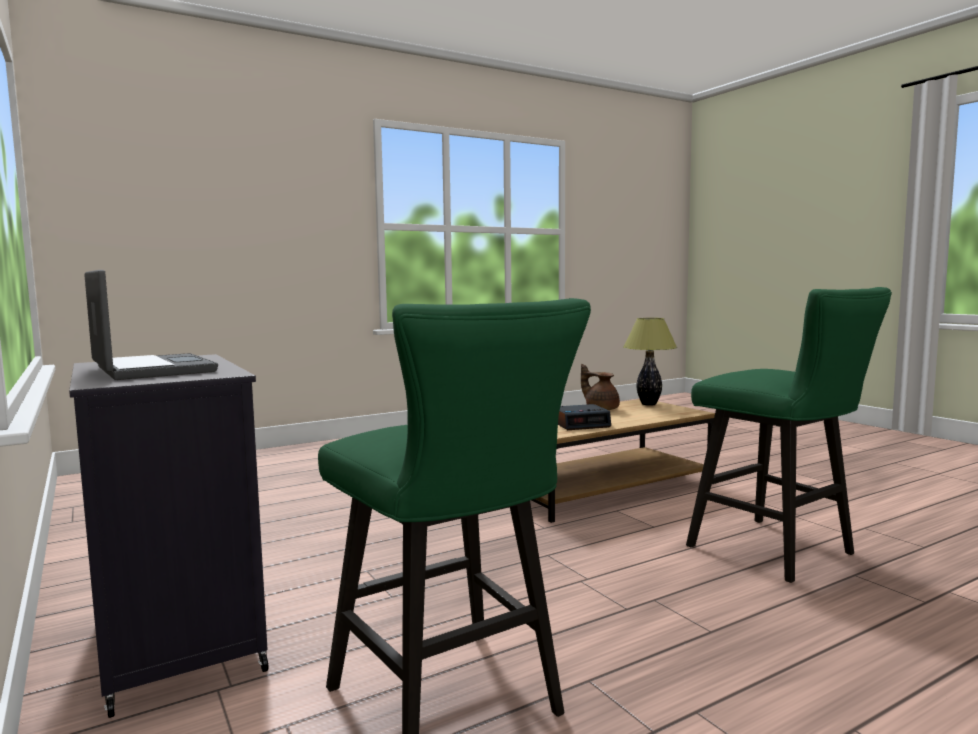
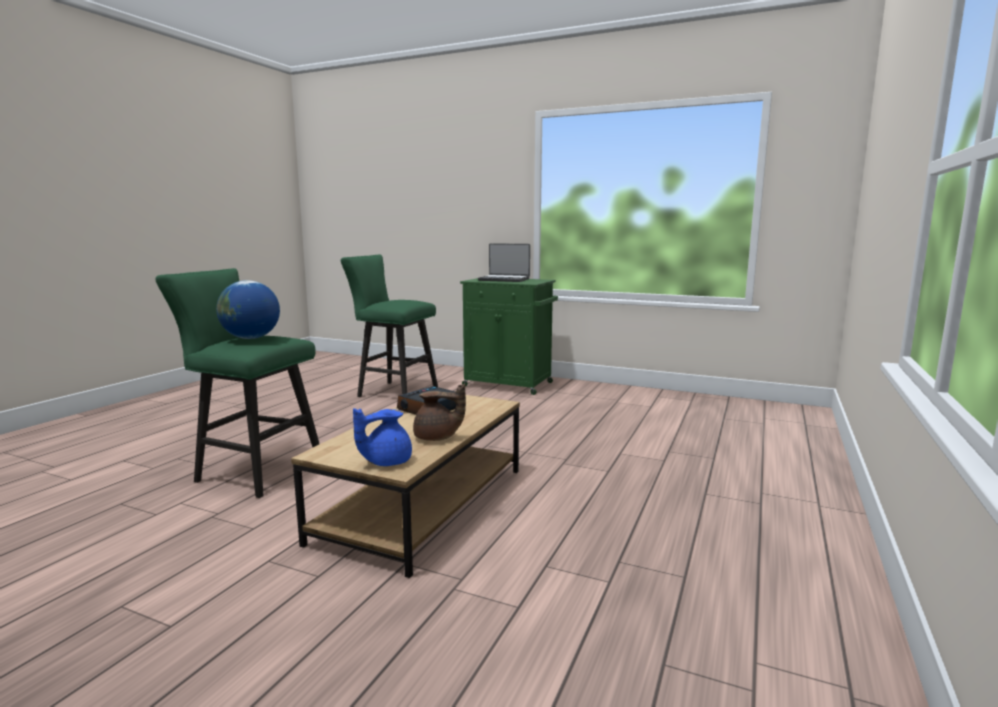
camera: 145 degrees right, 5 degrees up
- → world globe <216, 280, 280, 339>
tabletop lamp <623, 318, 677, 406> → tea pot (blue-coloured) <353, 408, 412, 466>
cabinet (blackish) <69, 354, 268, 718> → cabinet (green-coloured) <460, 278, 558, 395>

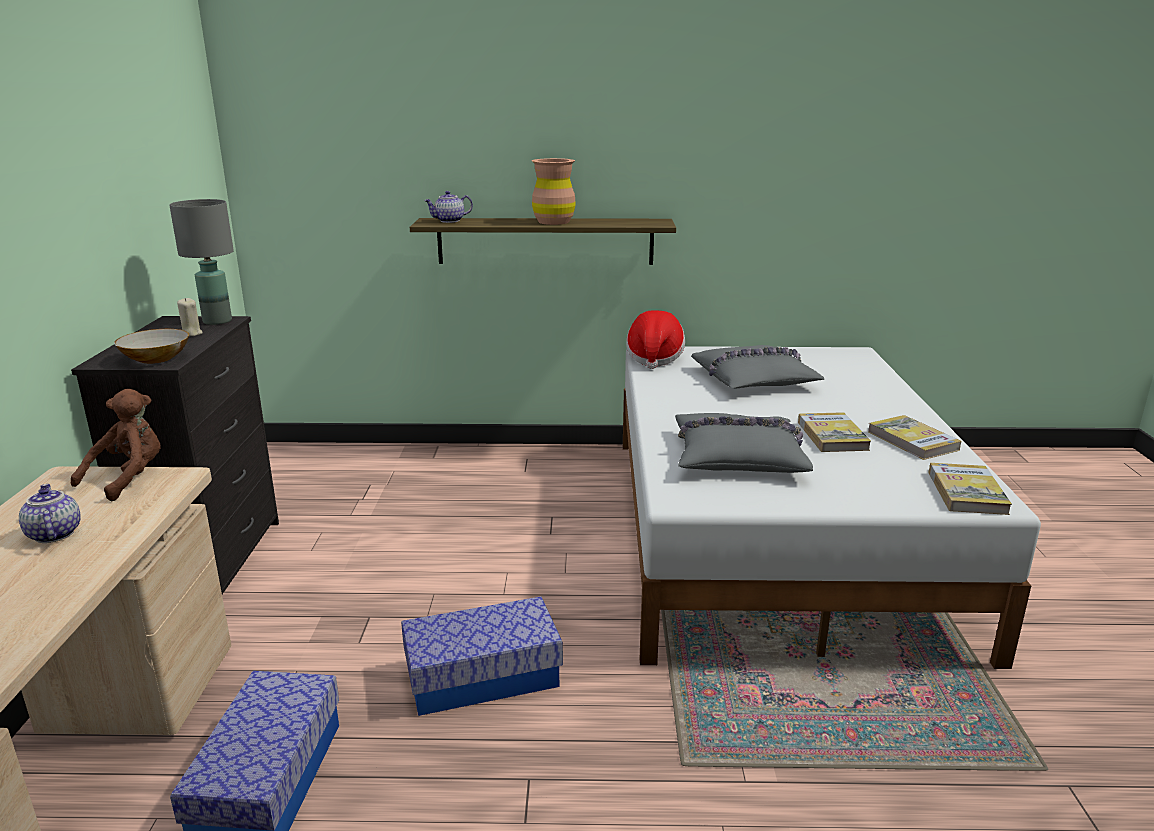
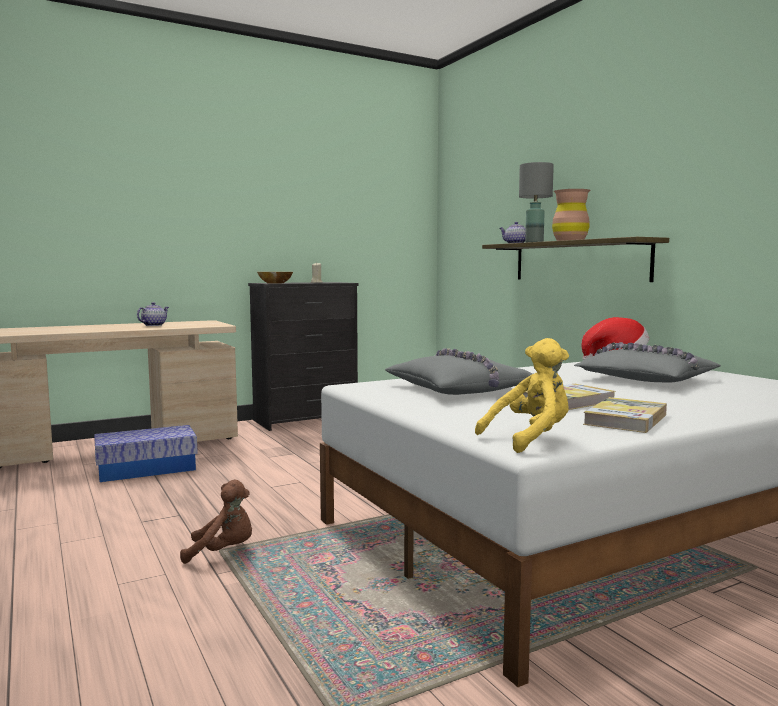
camera: 60 degrees right, 15 degrees down
storage bin <401, 597, 563, 716> → -
soft toy (brown-coloured) <71, 389, 161, 501> → soft toy (brown-coloured) <180, 480, 252, 564>, shifted
tabletop lamp (gray) <169, 199, 234, 325> → tabletop lamp (gray) <519, 162, 554, 242>, shifted
bound book <928, 463, 1012, 515> → soft toy (yellow-coloured) <475, 338, 569, 453>

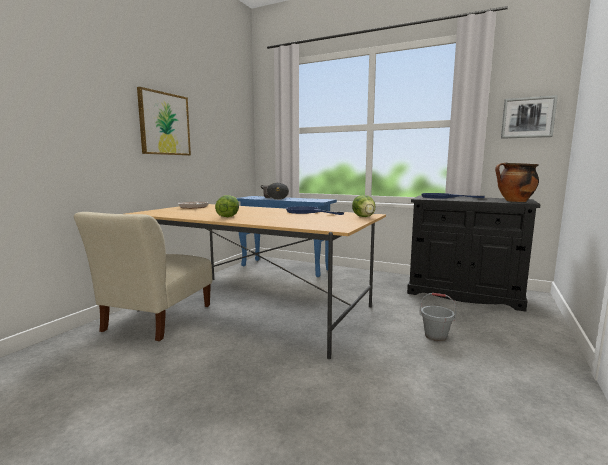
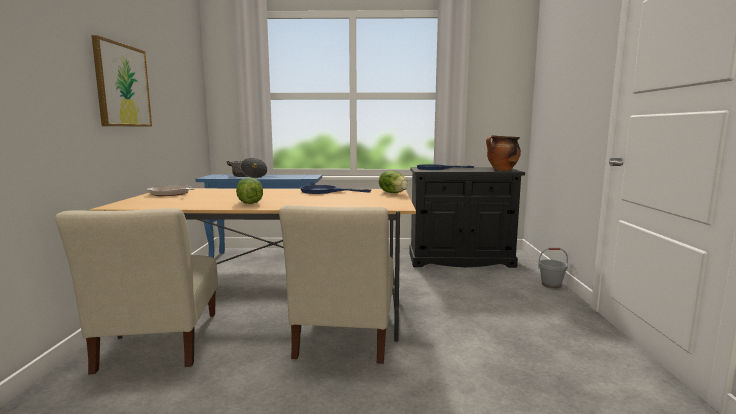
camera: 25 degrees left, 0 degrees up
wall art <501, 95, 558, 139> → -
- → chair (beige-coloured) <279, 205, 393, 364>
bucket (gray) <419, 293, 457, 341> → bucket (gray) <538, 248, 568, 288>, shifted

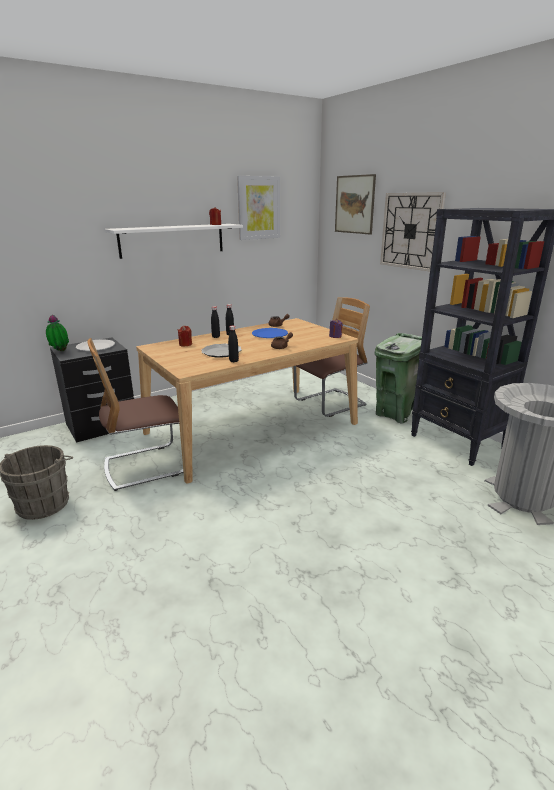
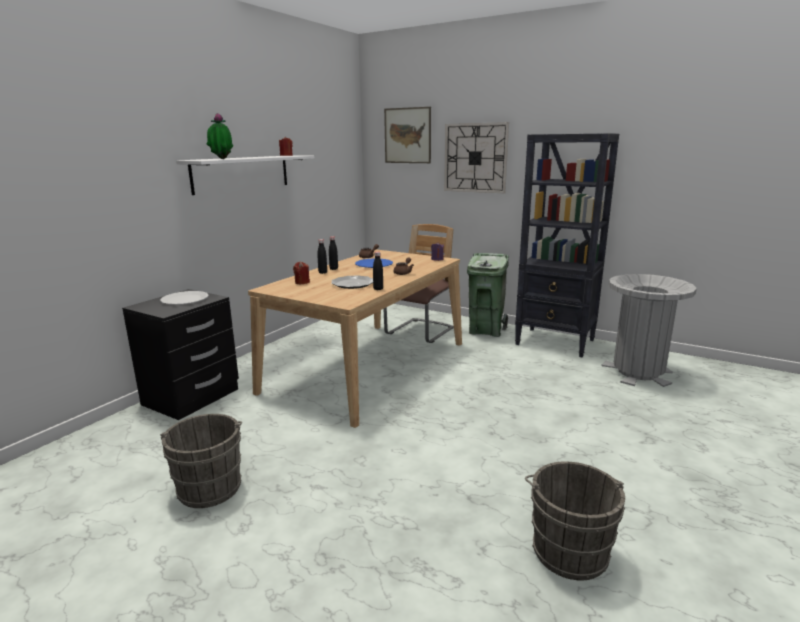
camera: 25 degrees left, 5 degrees down
chair <88, 338, 184, 491> → -
wall art <237, 176, 280, 240> → -
- → bucket (gray) <525, 461, 625, 581>
houseplant <46, 315, 69, 351> → houseplant <207, 113, 233, 159>, shifted

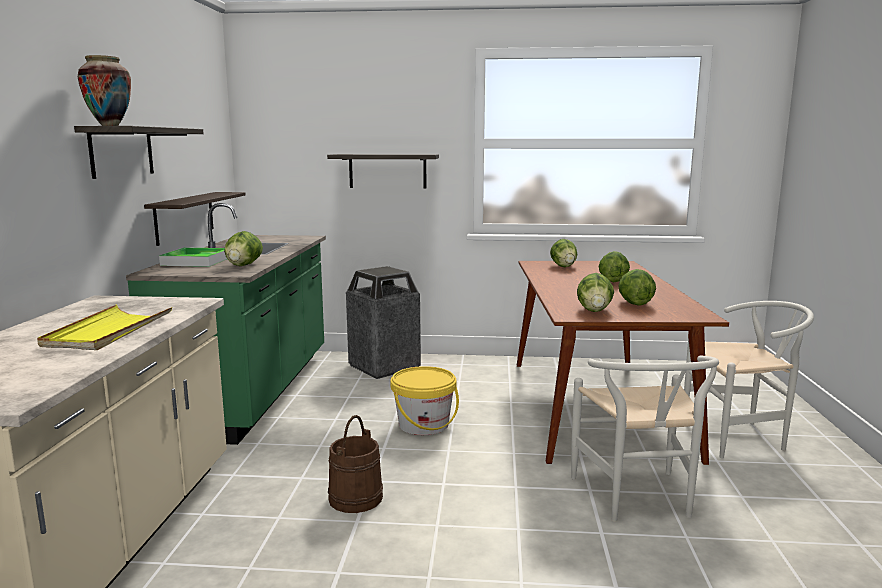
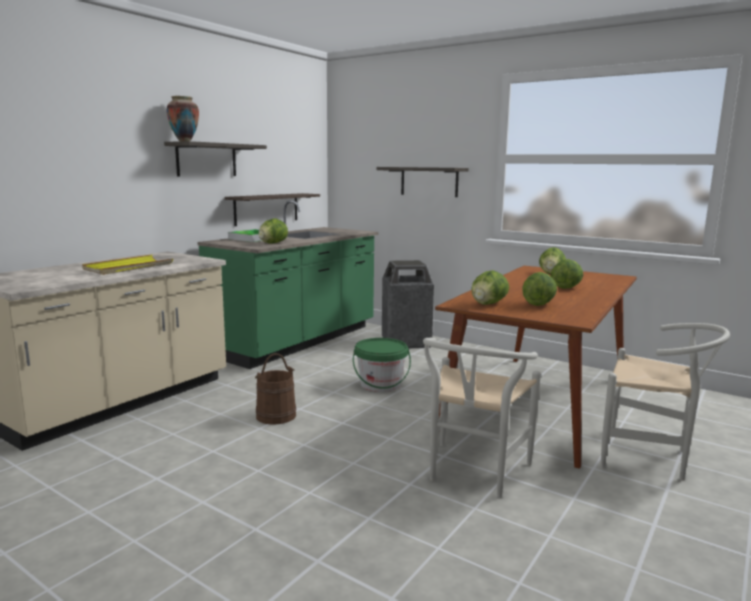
camera: 30 degrees right, 0 degrees up
bucket (yellow-coloured) <391, 366, 459, 435> → bucket (green-coloured) <353, 338, 411, 392>

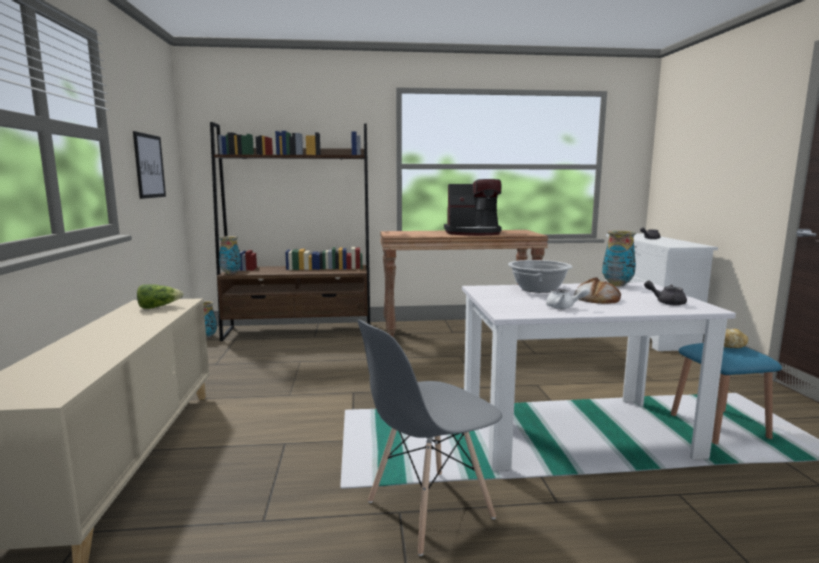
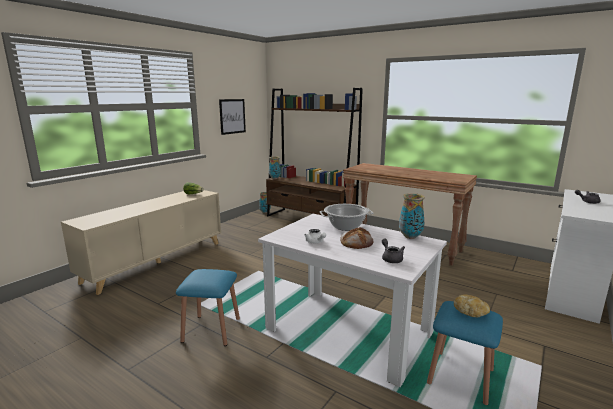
camera: 40 degrees right, 5 degrees up
coffee maker <444, 179, 502, 236> → -
chair (gray) <358, 320, 502, 556> → stool (blue-coloured) <176, 269, 240, 346>

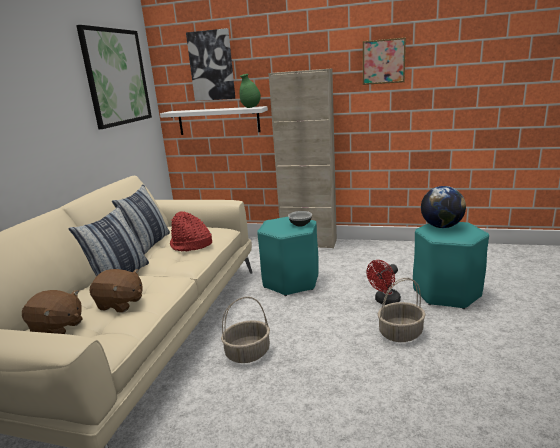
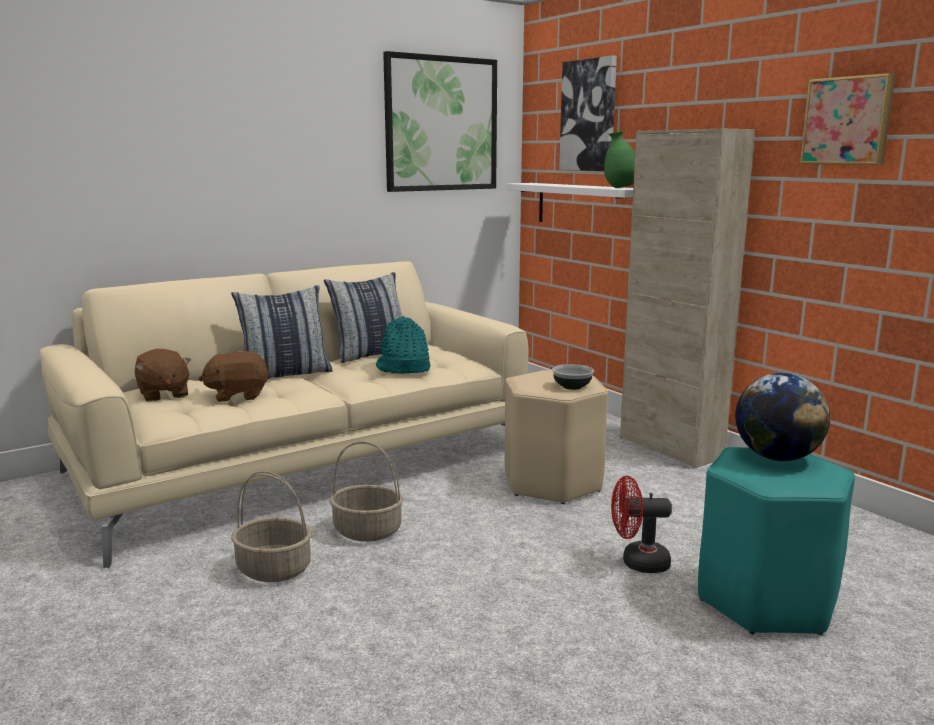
camera: 40 degrees right, 5 degrees down
household basket <378, 278, 426, 342> → household basket <231, 471, 312, 582>, shifted
clothing hat (red-coloured) <170, 211, 212, 251> → clothing hat (turquoise-coloured) <376, 316, 431, 373>
stool (turquoise-coloured) <257, 217, 318, 296> → stool (beige-coloured) <505, 370, 608, 504>
soft toy (brown-coloured) <90, 269, 143, 313> → soft toy (brown-coloured) <199, 351, 270, 402>, 105 degrees clockwise

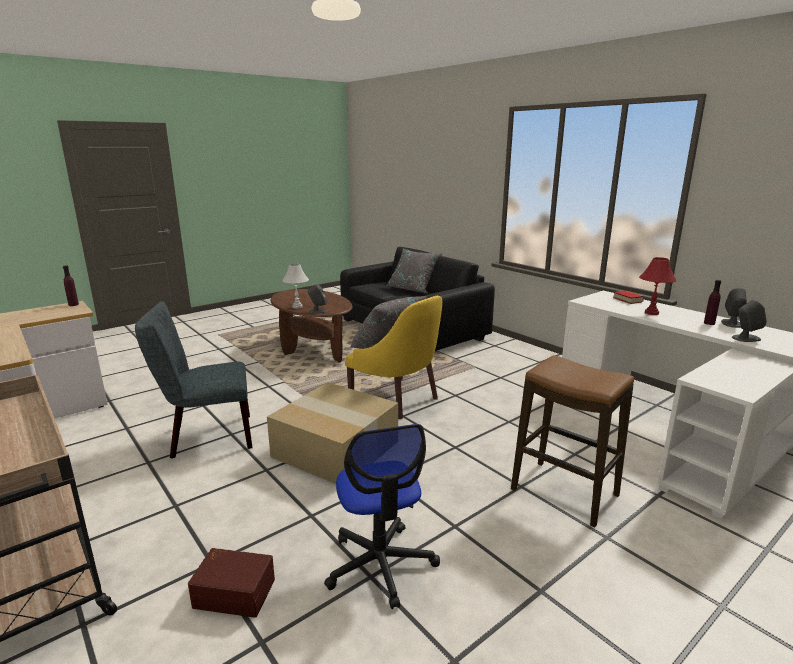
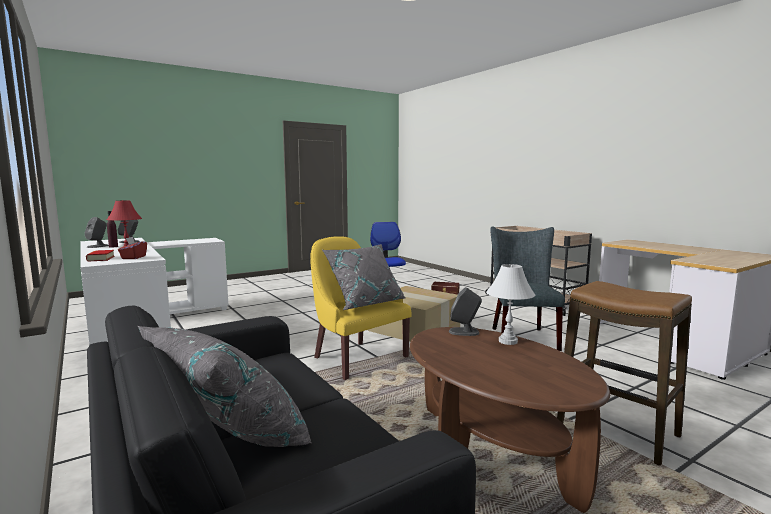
camera: 175 degrees left, 10 degrees down
beverage bottle (purple) <63, 265, 79, 306> → -
- → tissue box (red-coloured) <118, 237, 147, 259>
stool <511, 355, 634, 527> → stool <557, 281, 692, 466>, shifted
chair (gray) <135, 301, 252, 459> → chair (gray) <490, 226, 565, 351>, 75 degrees counterclockwise

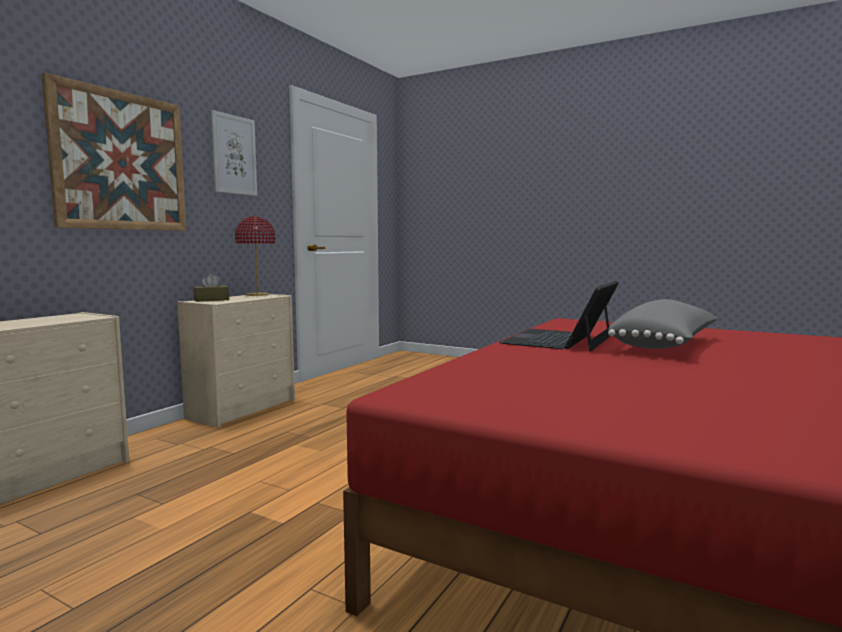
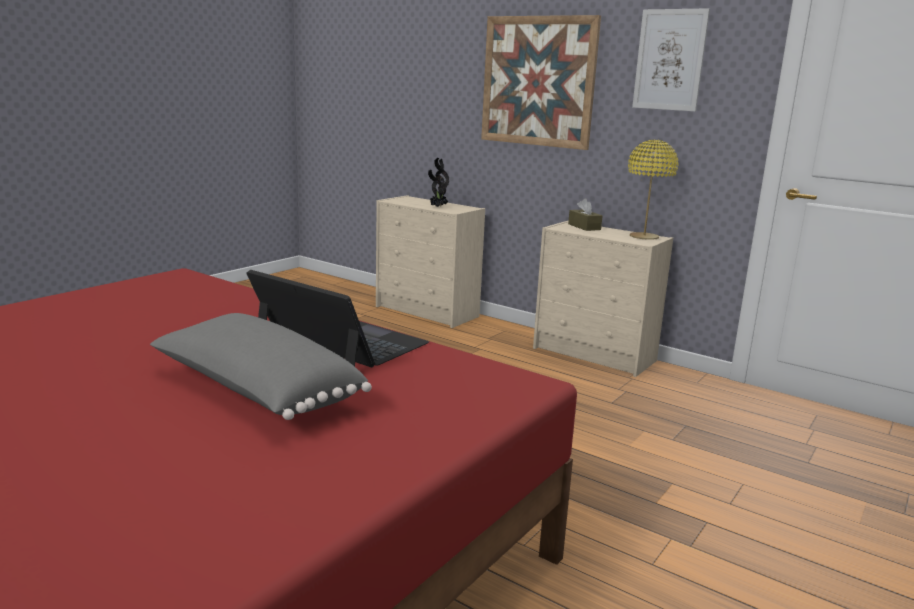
camera: 95 degrees right, 10 degrees up
- → houseplant <428, 158, 449, 207>
tabletop lamp (red-coloured) <235, 216, 276, 296> → tabletop lamp (yellow-coloured) <628, 140, 679, 240>

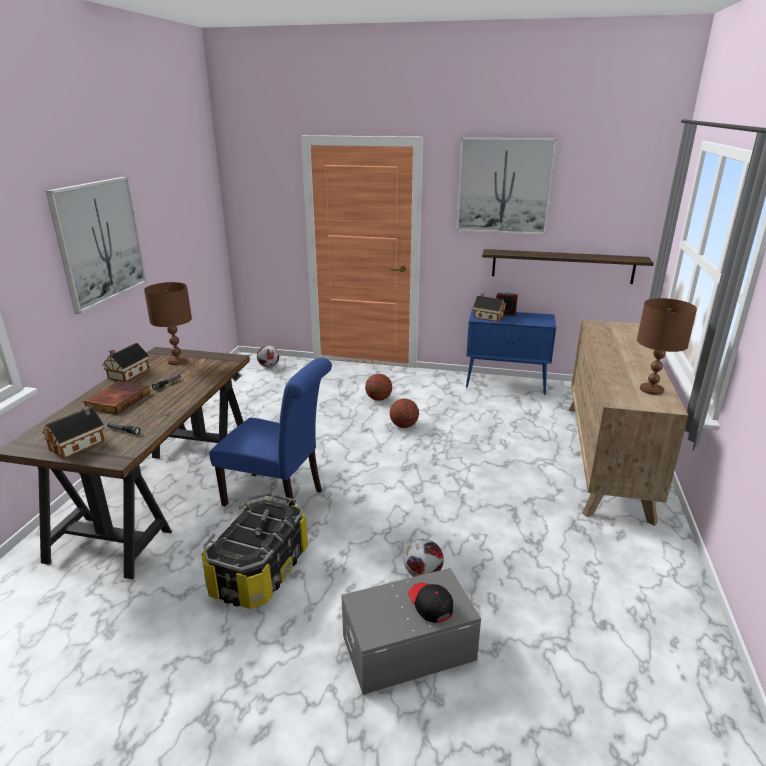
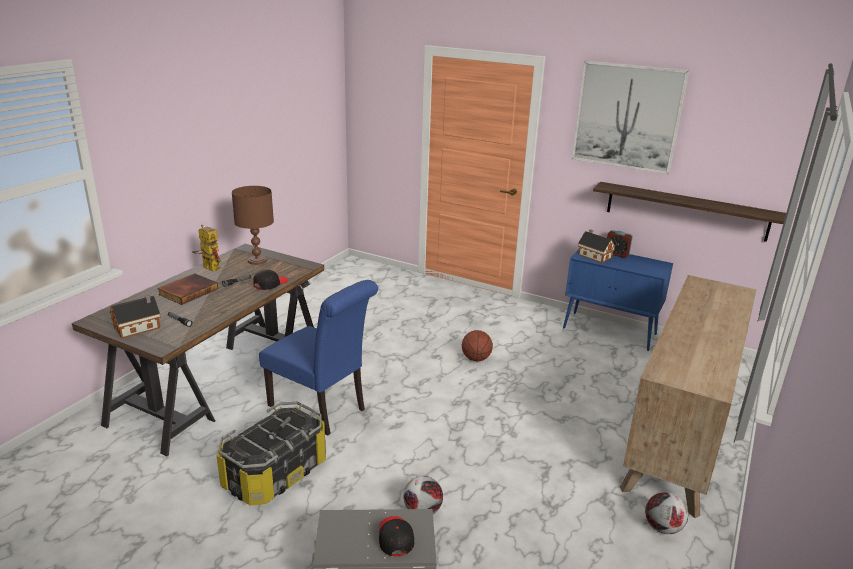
camera: 15 degrees right, 0 degrees up
wall art <46, 177, 147, 314> → -
basketball <365, 374, 392, 401> → -
tabletop lamp (brown-coloured) <637, 298, 697, 395> → -
- → baseball cap (blackish) <254, 270, 288, 290>
ball for football <257, 345, 279, 367> → ball for football <645, 492, 688, 534>, shifted
model house <103, 343, 149, 382> → toy robot <192, 225, 221, 272>

